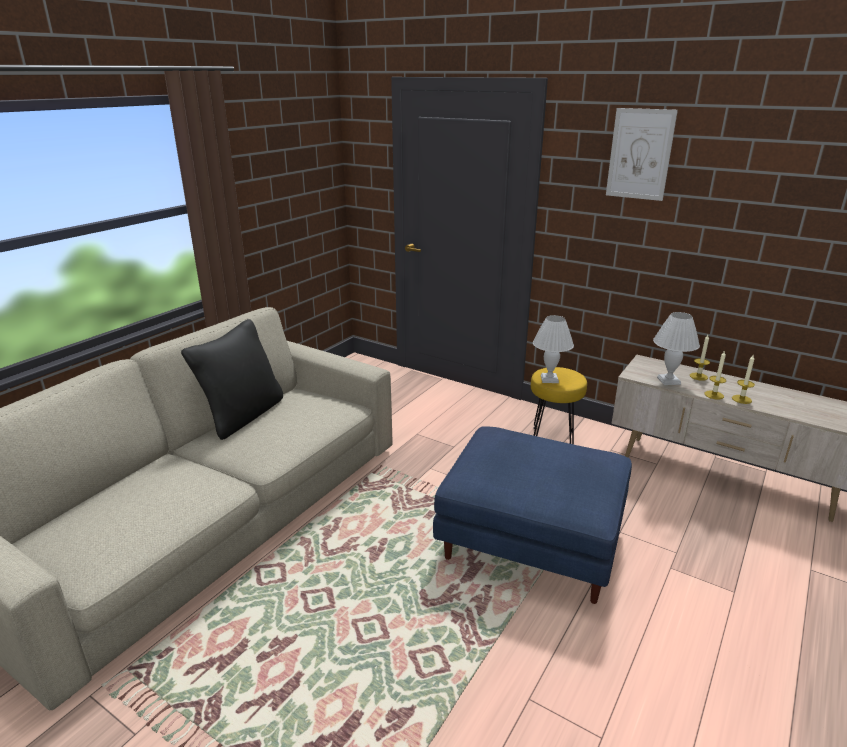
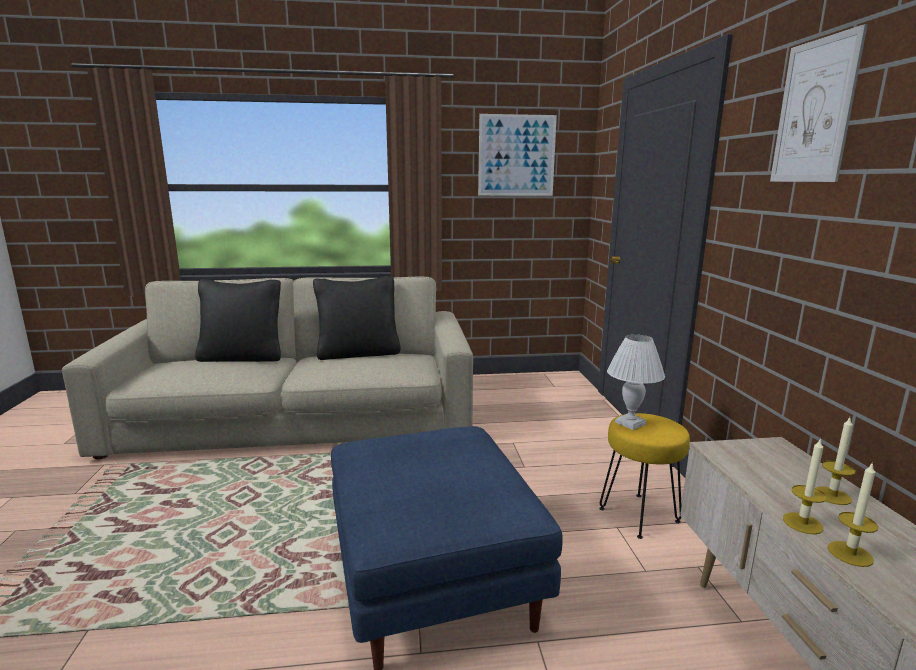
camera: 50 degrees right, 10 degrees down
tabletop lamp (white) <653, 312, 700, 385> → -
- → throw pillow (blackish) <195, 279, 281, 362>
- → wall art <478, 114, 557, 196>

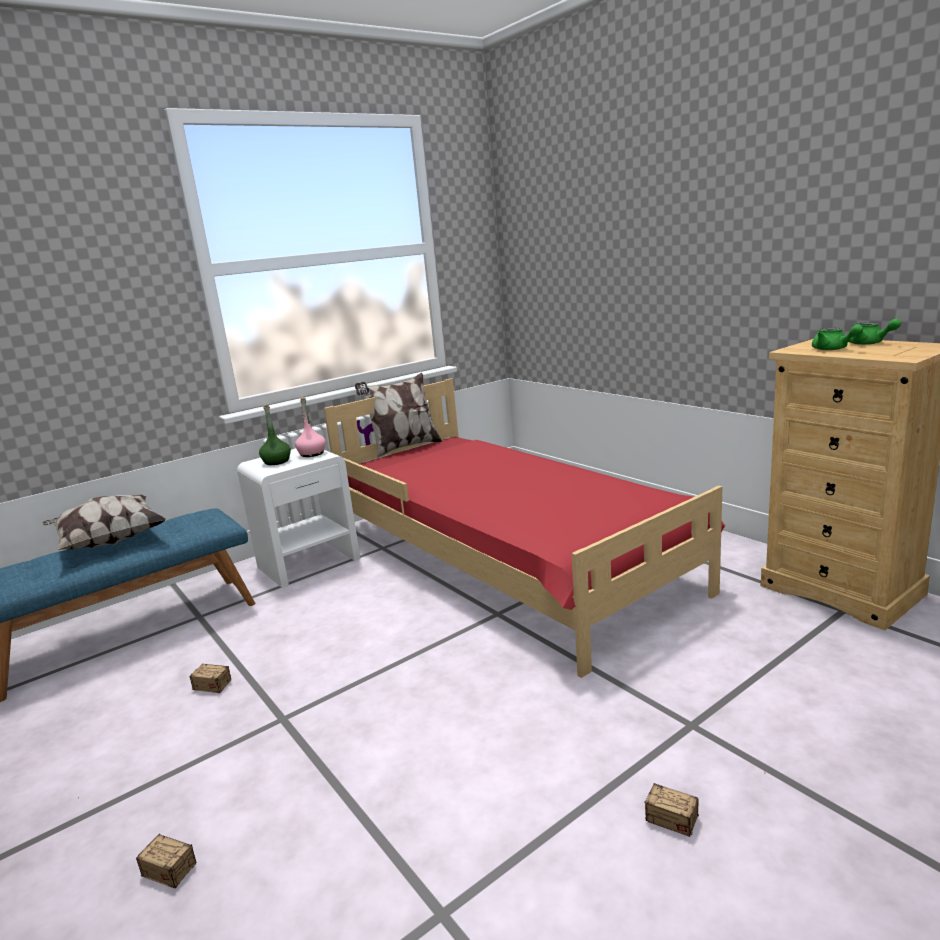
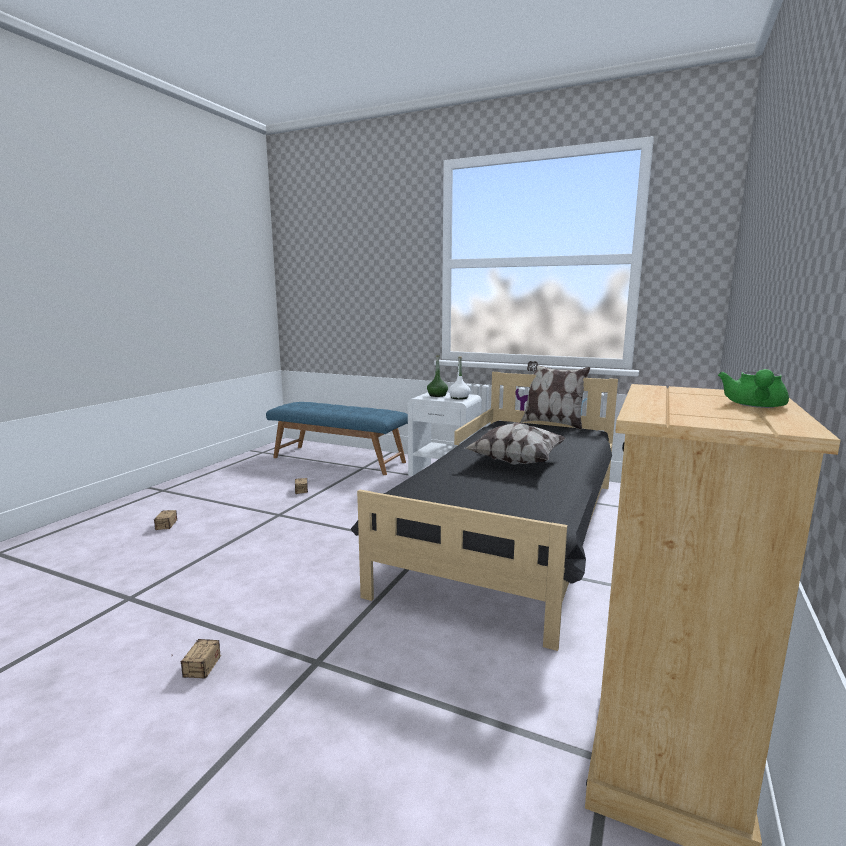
camera: 60 degrees right, 5 degrees down
tea pot (green-coloured) <812, 325, 863, 350> → -
throw pillow <43, 494, 166, 550> → throw pillow <466, 422, 566, 465>, shifted
beverage bottle (pinkish) <295, 397, 326, 457> → beverage bottle (white) <449, 356, 470, 400>
sleeping bed (red-coloured) <324, 378, 725, 678> → sleeping bed (blackish) <350, 372, 618, 651>

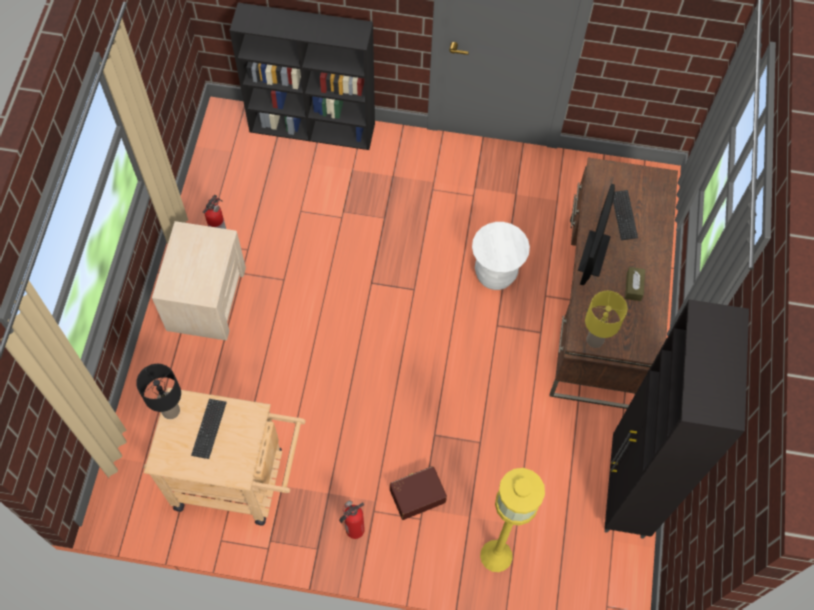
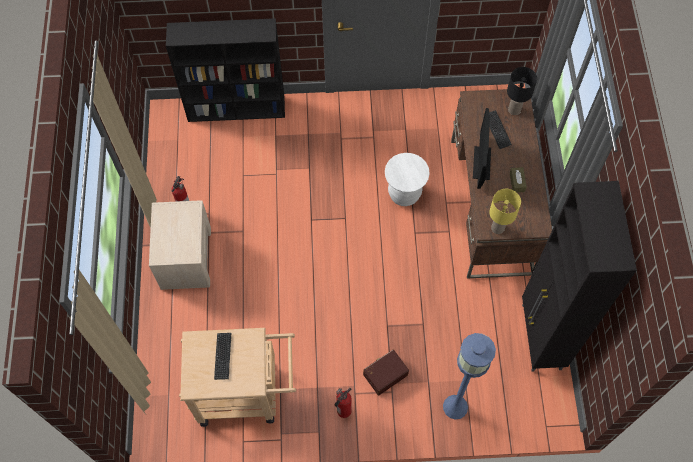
camera: 10 degrees left, 0 degrees up
tabletop lamp (blackish) <136, 364, 181, 419> → tabletop lamp (blackish) <507, 67, 537, 115>, shifted
standard lamp (yellow-coloured) <480, 468, 545, 572> → standard lamp (blue-coloured) <443, 333, 496, 419>

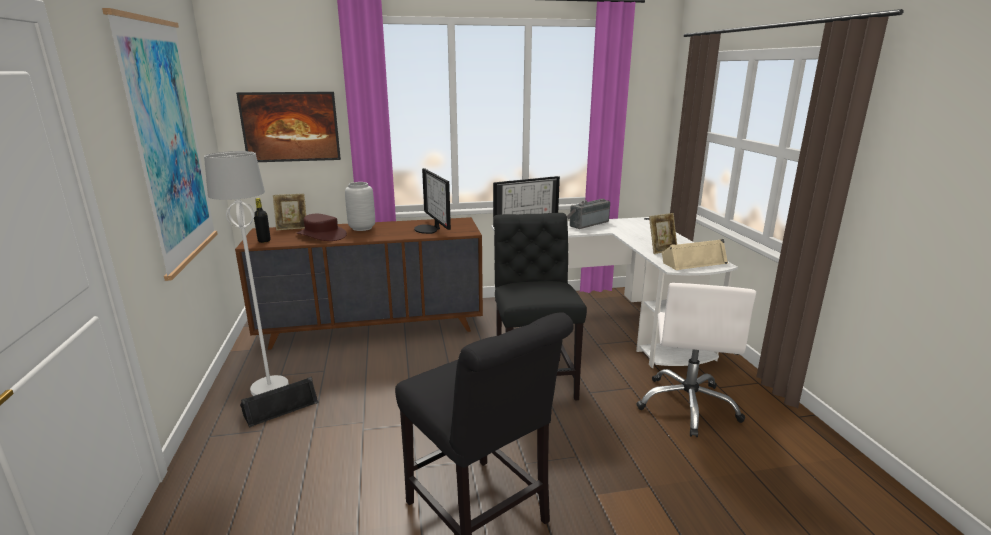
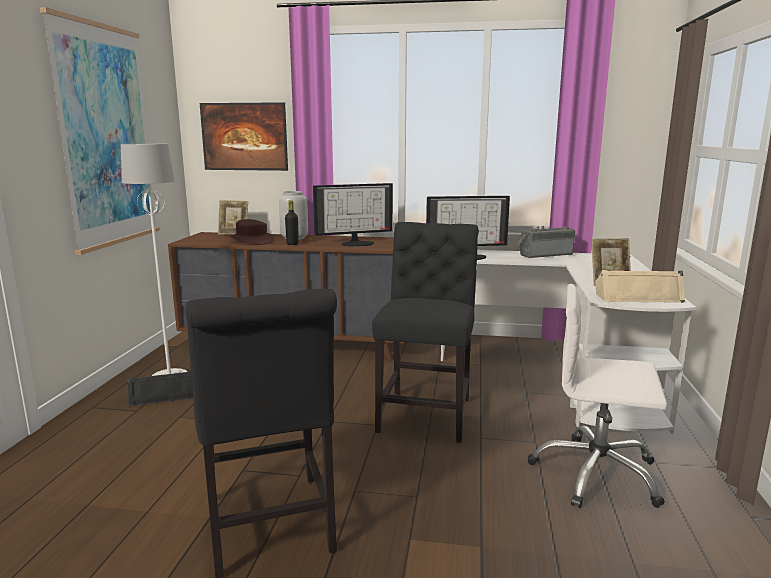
camera: 20 degrees right, 5 degrees down
beverage bottle (blackish) <254, 198, 271, 243> → beverage bottle (blackish) <285, 200, 299, 245>, shifted
computer display <414, 168, 451, 234> → computer display <313, 183, 393, 247>, 105 degrees counterclockwise
computer chair (white) <636, 283, 756, 437> → computer chair (white) <528, 284, 667, 508>, 75 degrees clockwise

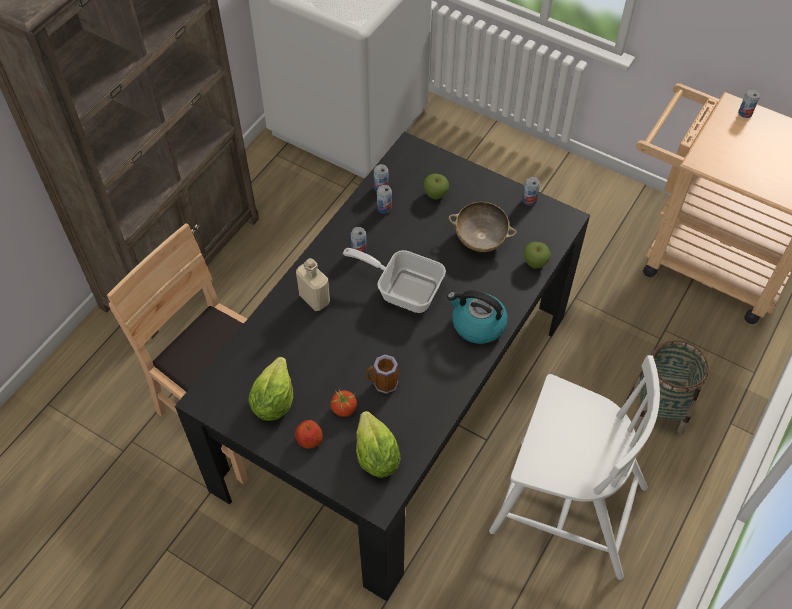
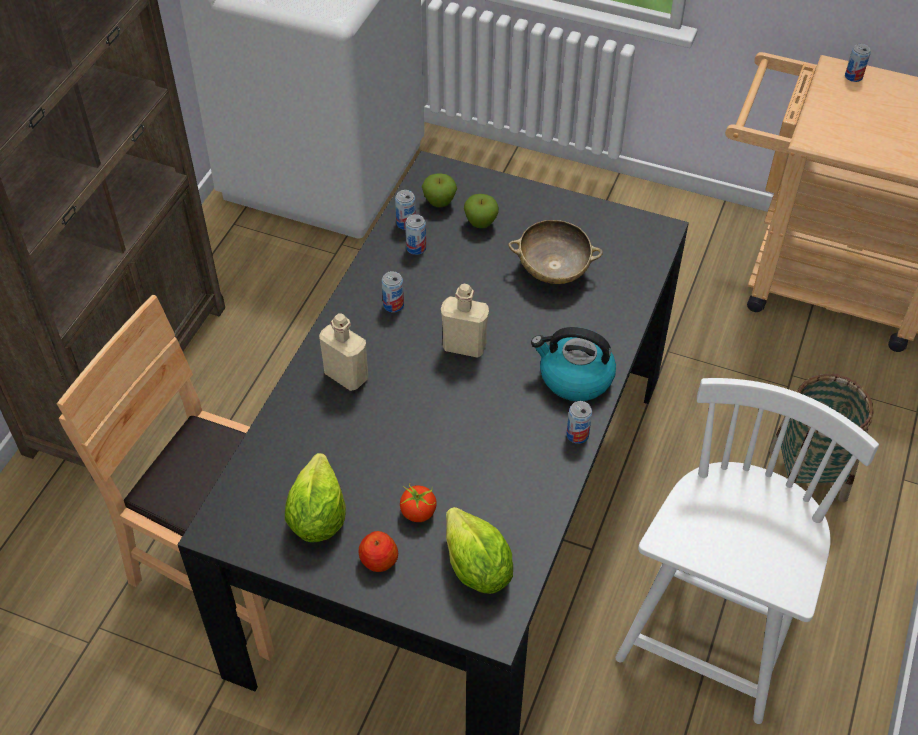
camera: 10 degrees left, 5 degrees down
coffee mug <366, 354, 399, 394> → -
metal can <522, 177, 540, 205> → metal can <566, 401, 592, 444>, shifted
apple fruit <523, 242, 551, 269> → apple fruit <422, 173, 457, 207>, shifted
frying pan <343, 248, 446, 313> → beverage bottle (beige-coloured) <441, 284, 489, 358>
chair (white) <489, 355, 660, 580> → chair (white) <616, 378, 879, 724>, 75 degrees counterclockwise

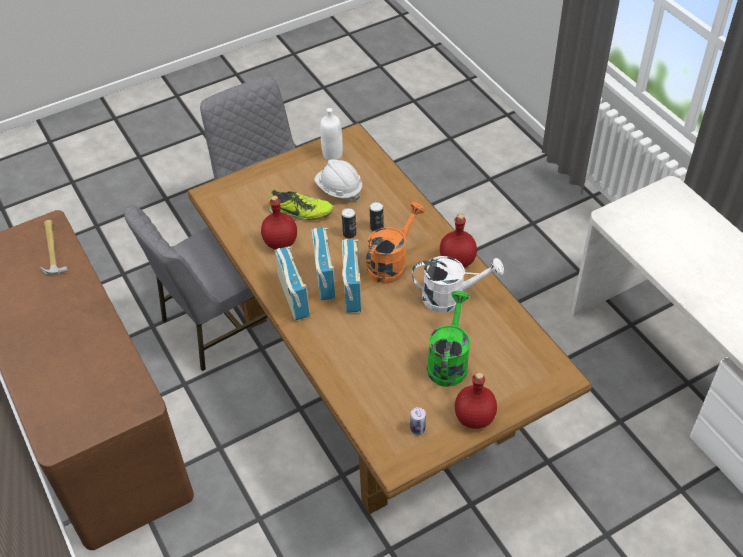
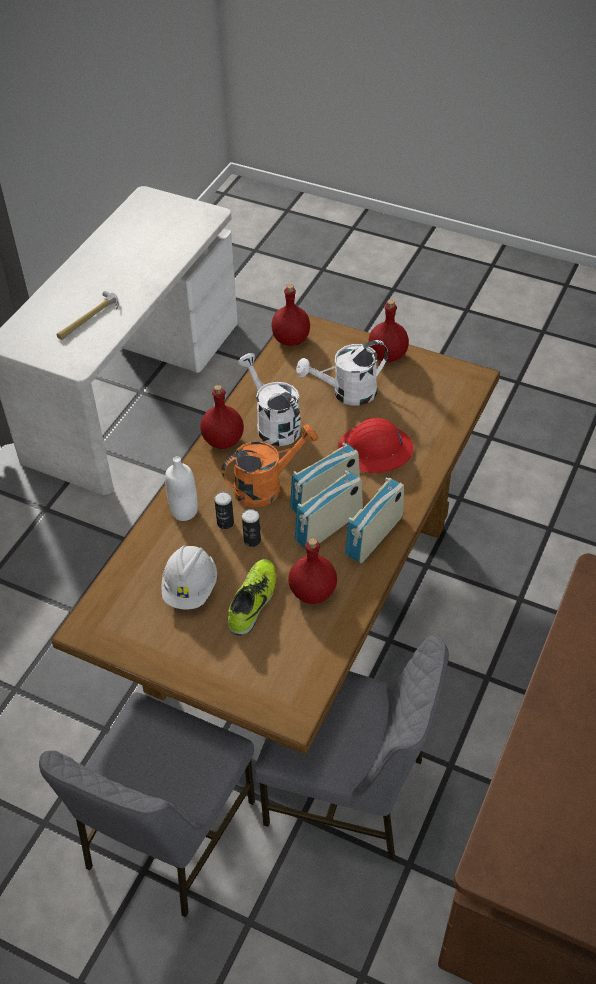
camera: 125 degrees left, 0 degrees up
metal can <410, 407, 426, 436> → -
- → beverage bottle (red-coloured) <271, 284, 310, 346>
- → work helmet (red-coloured) <338, 418, 414, 473>
hand hammer <41, 220, 68, 276> → hand hammer <56, 291, 119, 340>, shifted
beverage bottle (white) <320, 108, 343, 160> → beverage bottle (white) <165, 456, 198, 521>, shifted
watering pot (green-coloured) <427, 291, 470, 387> → watering pot (white) <296, 340, 388, 406>
item of footwear <269, 190, 334, 220> → item of footwear <228, 559, 277, 636>, 45 degrees clockwise
watering pot (orange-coloured) <366, 202, 425, 284> → watering pot (orange-coloured) <222, 424, 319, 507>, 150 degrees clockwise

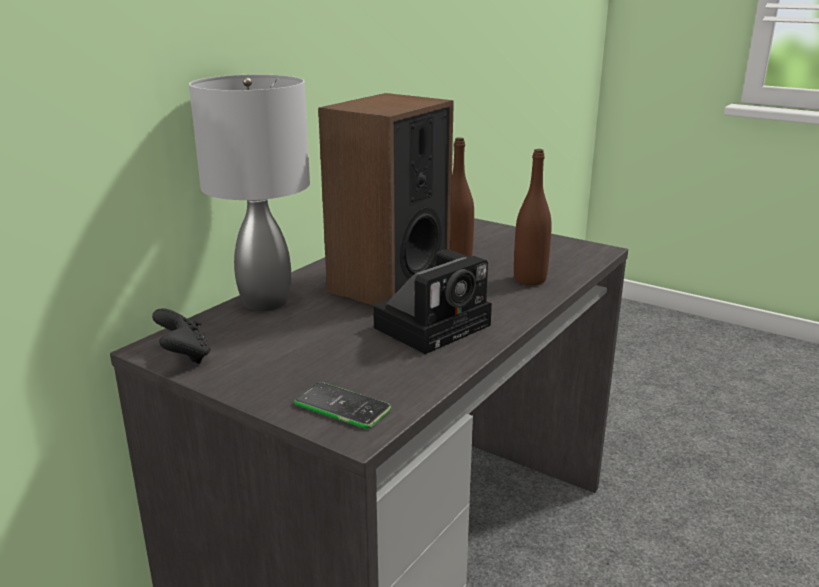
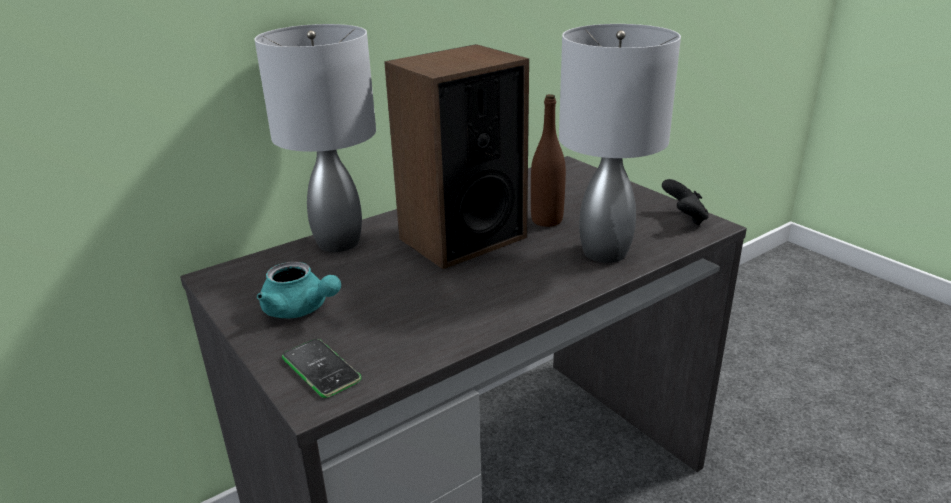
camera: 20 degrees right, 5 degrees up
still camera <373, 250, 492, 354> → -
- → tea pot (turquoise-coloured) <257, 261, 341, 318>
game controller (blackish) <152, 308, 210, 364> → game controller (blackish) <662, 179, 709, 225>, shifted
beverage bottle (brown-coloured) <514, 149, 552, 285> → tabletop lamp (gray) <559, 24, 681, 263>

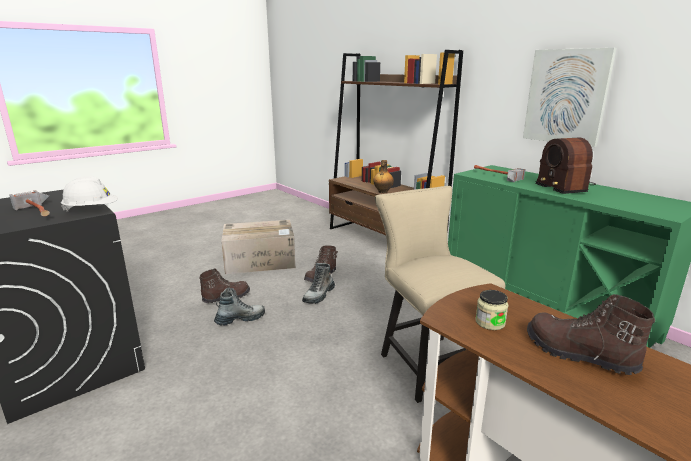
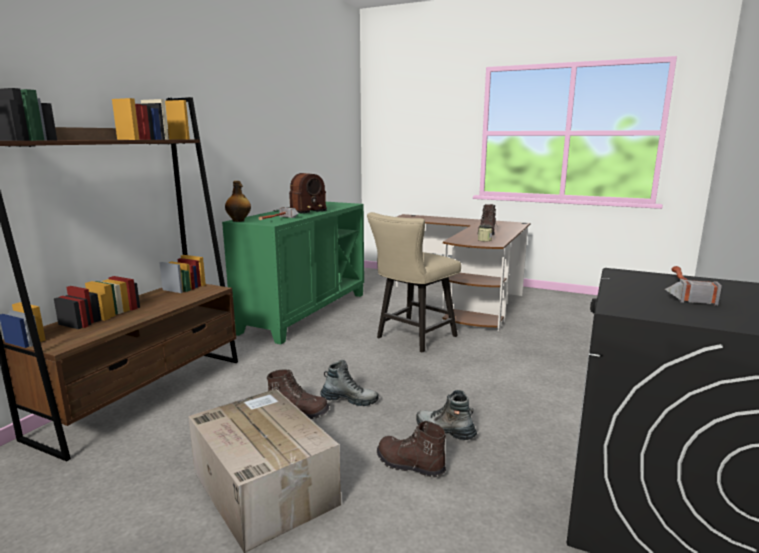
camera: 115 degrees left, 5 degrees down
work helmet (white) <61, 176, 118, 212> → -
wall art <523, 48, 616, 147> → -
beverage bottle <373, 160, 394, 193> → beverage bottle <225, 181, 251, 222>, shifted

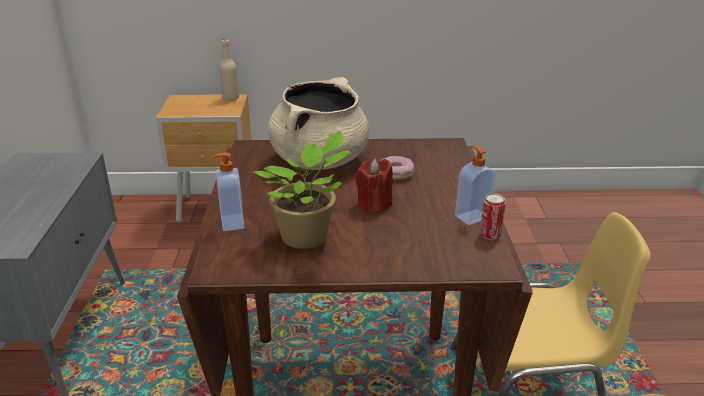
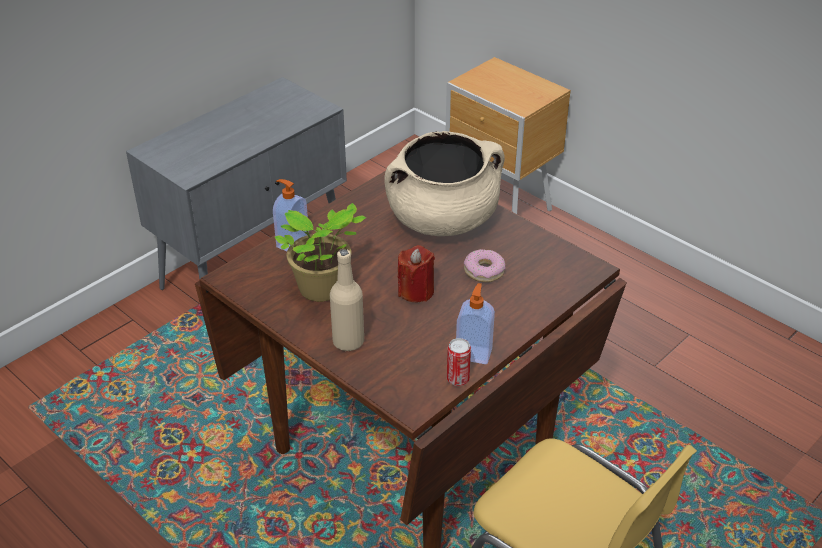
camera: 45 degrees right, 10 degrees up
beverage bottle (beige-coloured) <219, 39, 239, 101> → beverage bottle (beige-coloured) <330, 249, 364, 351>, shifted

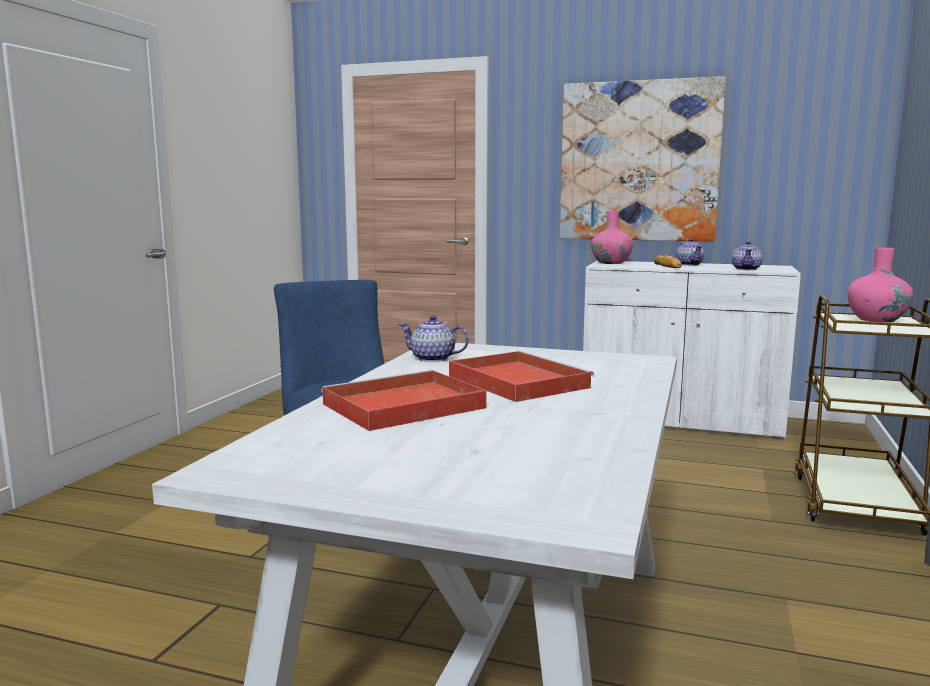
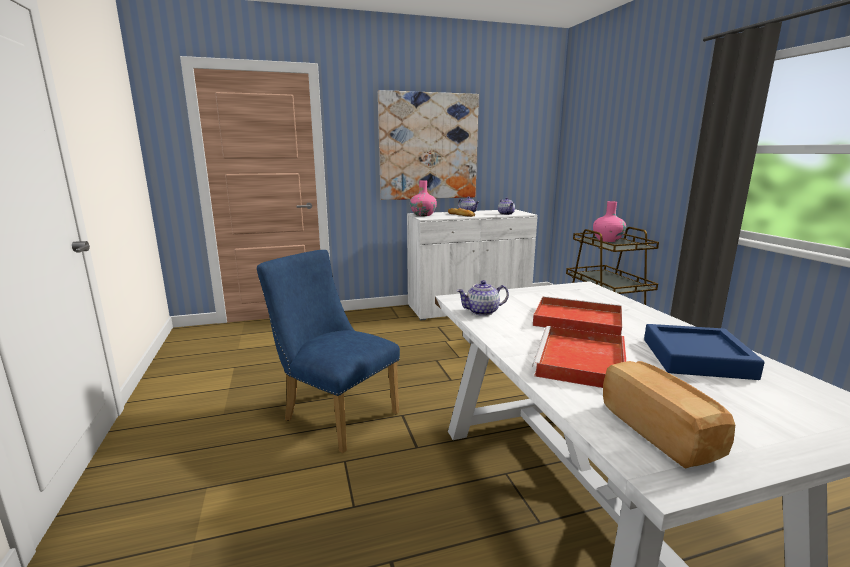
camera: 35 degrees left, 5 degrees up
- → baked bread <603, 361, 735, 469>
- → serving tray (blue-coloured) <644, 324, 765, 380>

